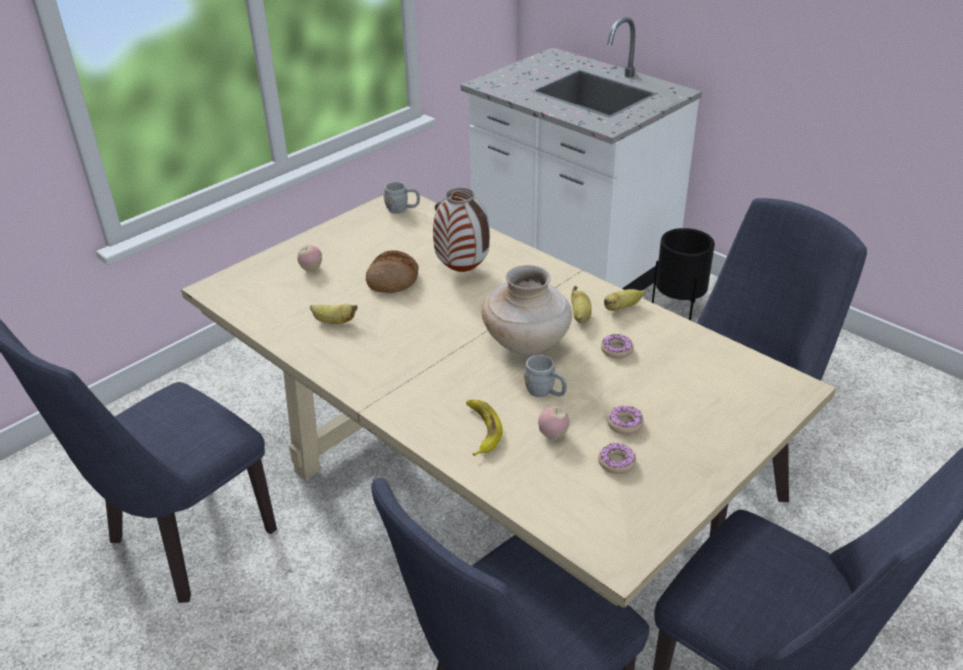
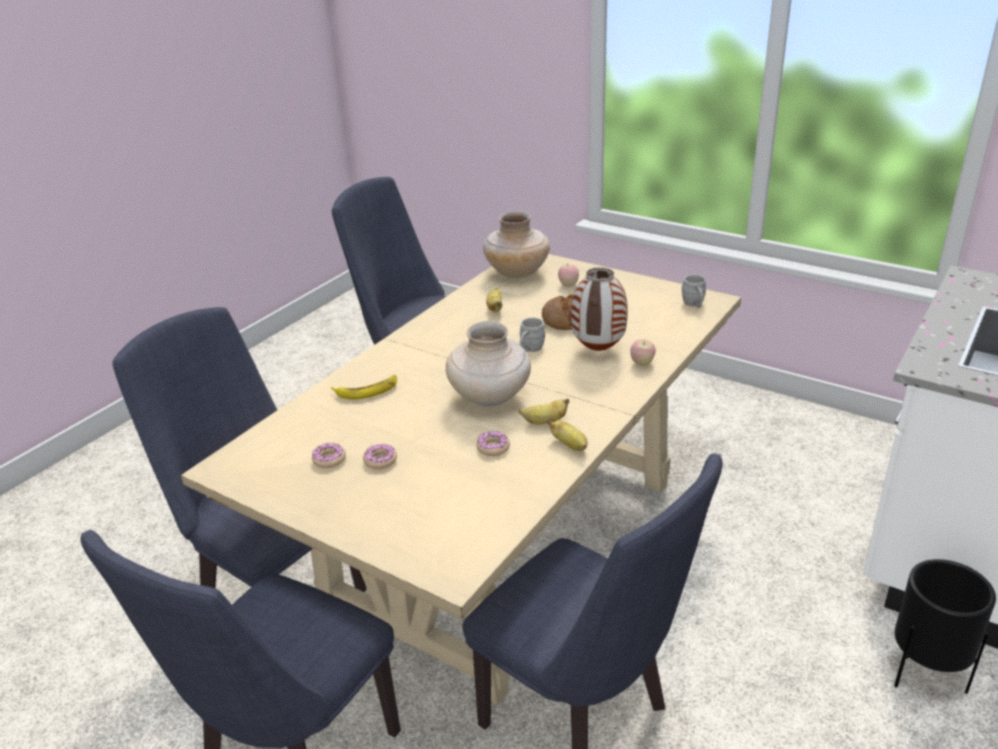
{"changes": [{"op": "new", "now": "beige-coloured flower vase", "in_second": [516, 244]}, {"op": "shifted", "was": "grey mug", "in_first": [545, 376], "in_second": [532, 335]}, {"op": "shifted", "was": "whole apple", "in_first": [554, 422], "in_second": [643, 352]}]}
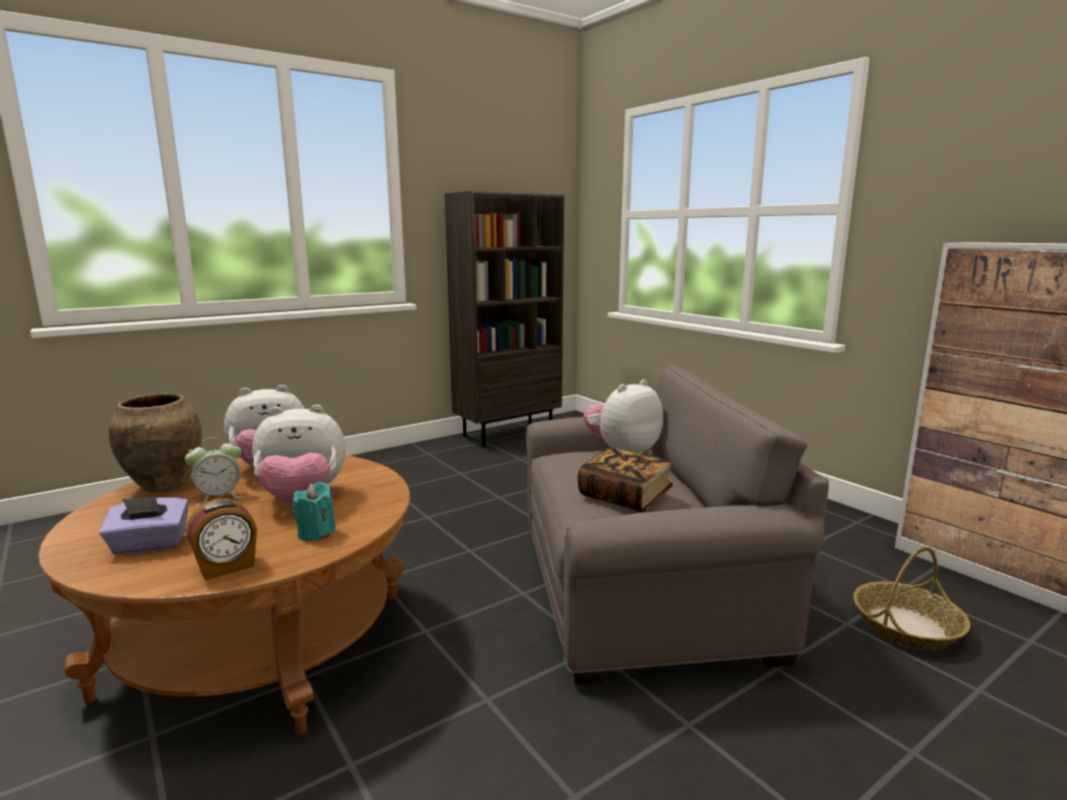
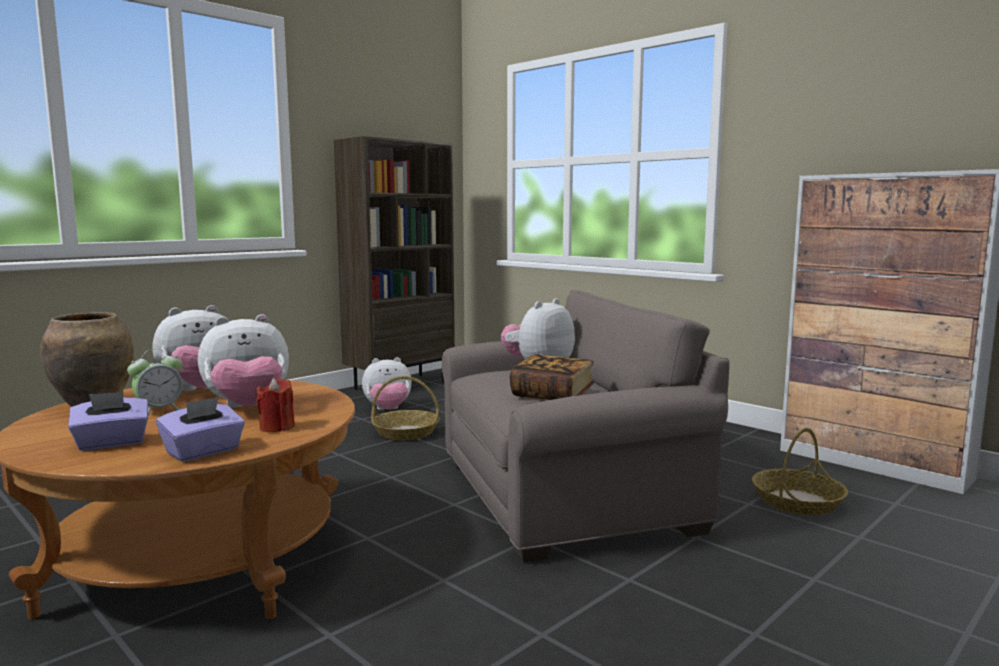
{"changes": [{"op": "swapped", "was": "bedside clock", "now": "purple-coloured tissue holder", "in_first": [221, 539], "in_second": [200, 429]}, {"op": "repainted", "was": "turquoise wax candle", "now": "red wax candle", "in_first": [313, 511], "in_second": [275, 405]}, {"op": "new", "now": "plush toy", "in_second": [387, 383]}, {"op": "new", "now": "household basket", "in_second": [405, 408]}]}
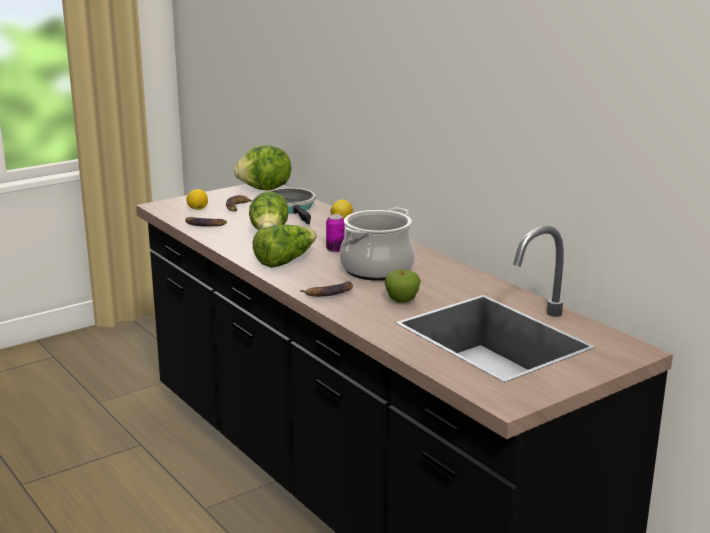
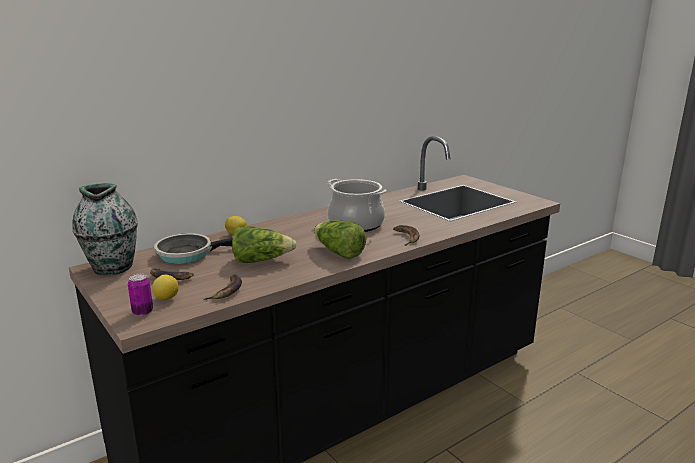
{"changes": [{"op": "swapped", "was": "lettuce head", "now": "flower vase", "in_first": [262, 168], "in_second": [105, 229]}, {"op": "shifted", "was": "metal can", "in_first": [335, 233], "in_second": [140, 295]}, {"op": "gone", "was": "whole apple", "in_first": [402, 286]}]}
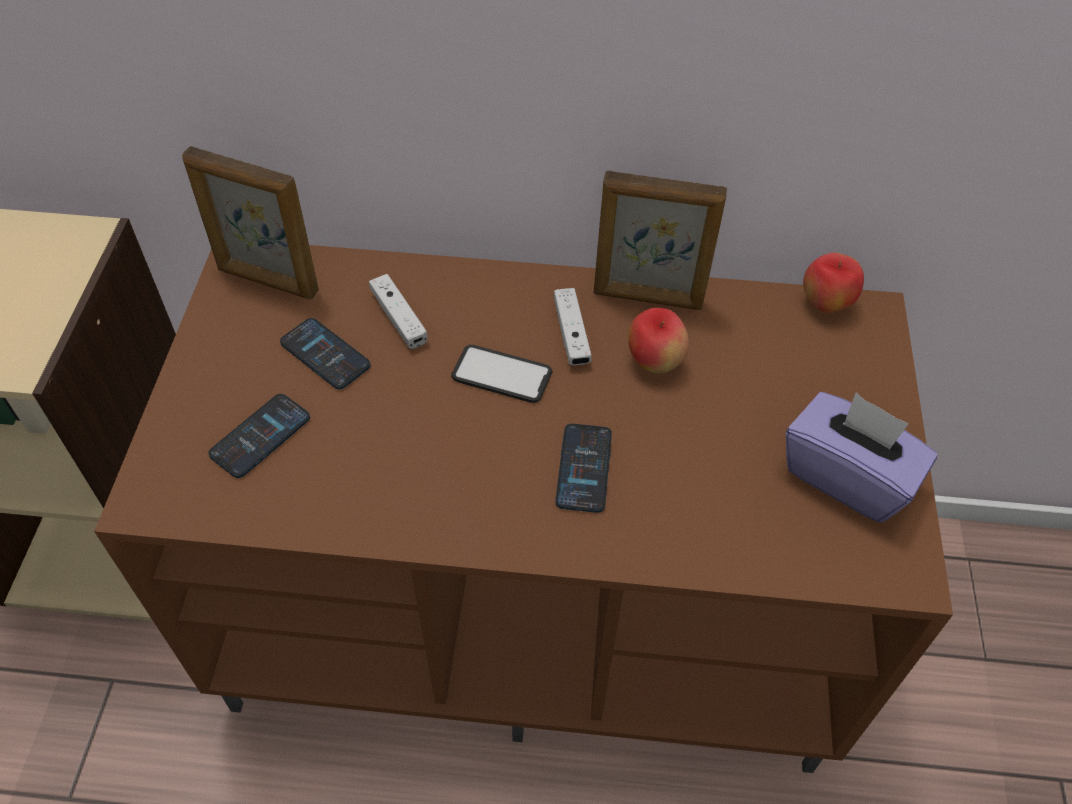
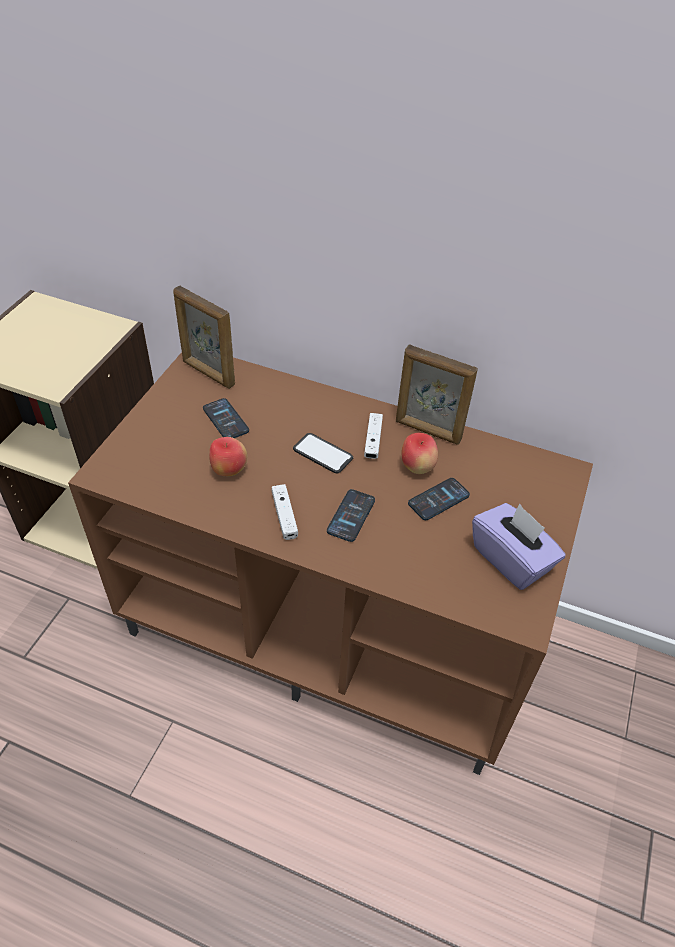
{"changes": [{"op": "shifted", "was": "whole apple", "in_first": [833, 283], "in_second": [228, 456]}, {"op": "shifted", "was": "white-coloured joypad", "in_first": [398, 311], "in_second": [285, 512]}, {"op": "shifted", "was": "handset", "in_first": [259, 436], "in_second": [439, 499]}]}
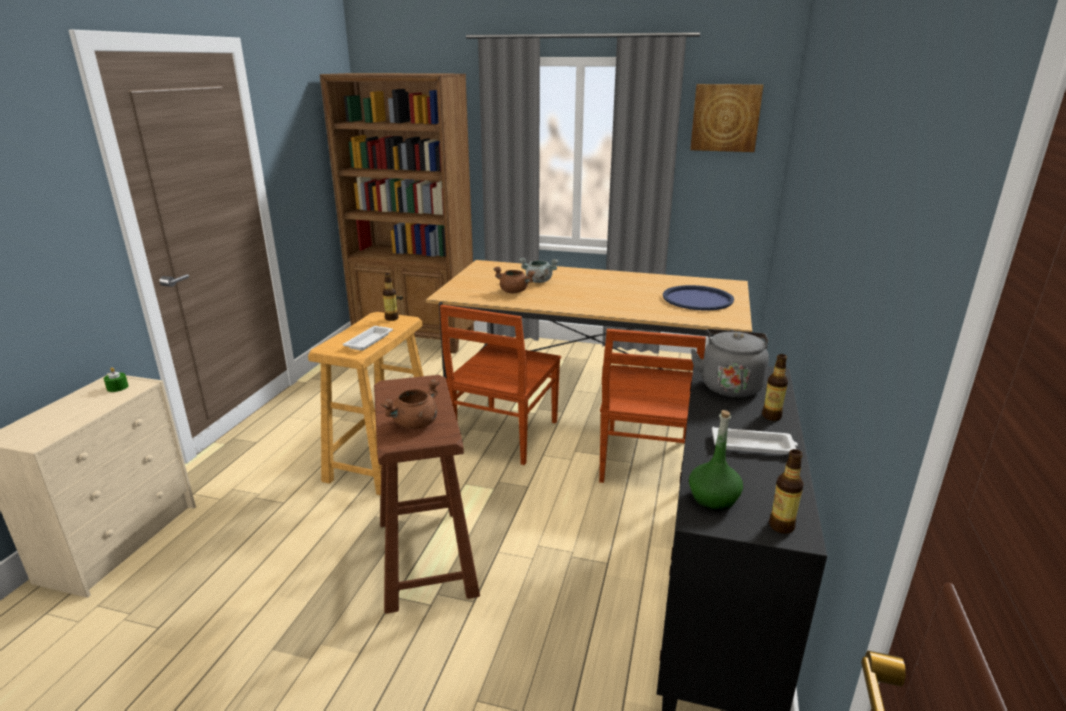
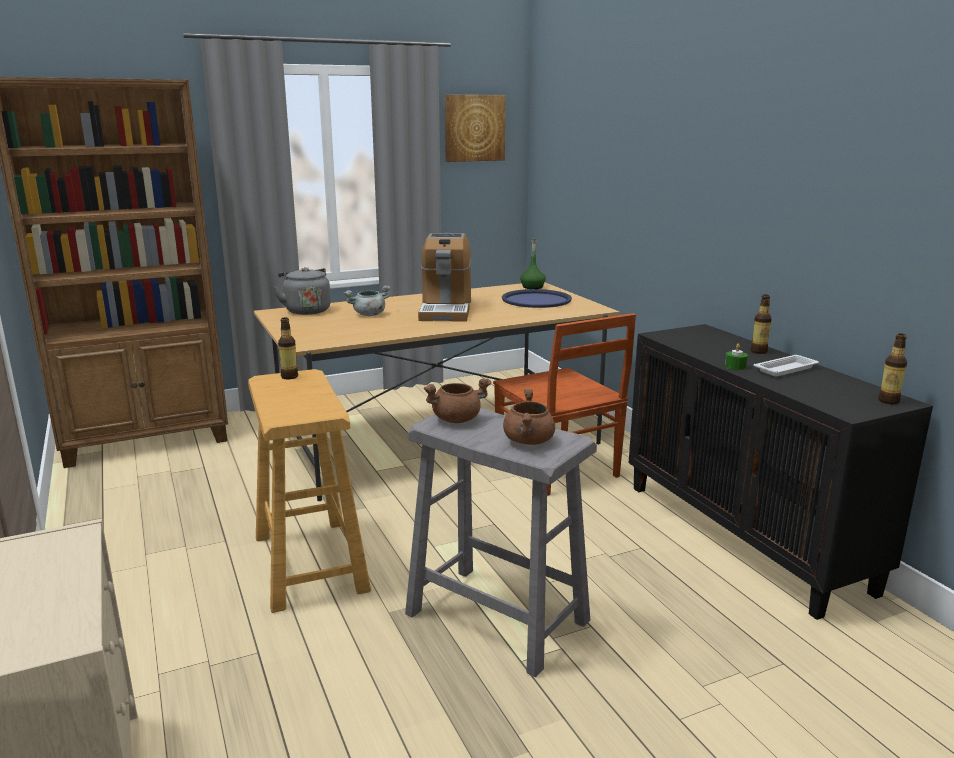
{"changes": [{"op": "shifted", "was": "grey kettle", "in_first": [729, 363], "in_second": [302, 291]}, {"op": "repainted", "was": "brown stool seat", "now": "grey stool seat", "in_first": [427, 494], "in_second": [501, 542]}, {"op": "new", "now": "coffee machine", "in_second": [444, 277]}, {"op": "shifted", "was": "brown cooking pot", "in_first": [514, 280], "in_second": [458, 400]}, {"op": "shifted", "was": "greenish drink bottle", "in_first": [716, 460], "in_second": [533, 263]}, {"op": "shifted", "was": "greenish wax candle", "in_first": [116, 379], "in_second": [736, 357]}, {"op": "gone", "was": "white-coloured tray", "in_first": [368, 338]}, {"op": "gone", "was": "brown plain chair", "in_first": [500, 385]}]}
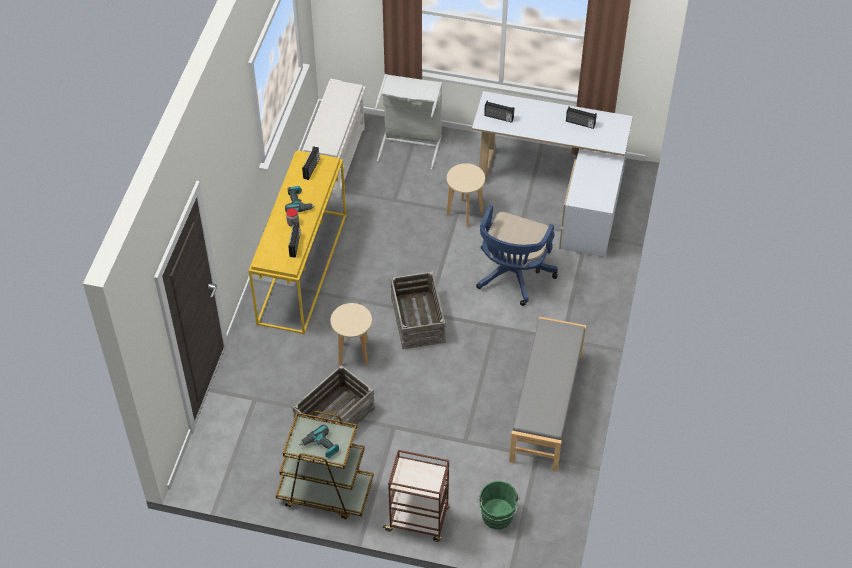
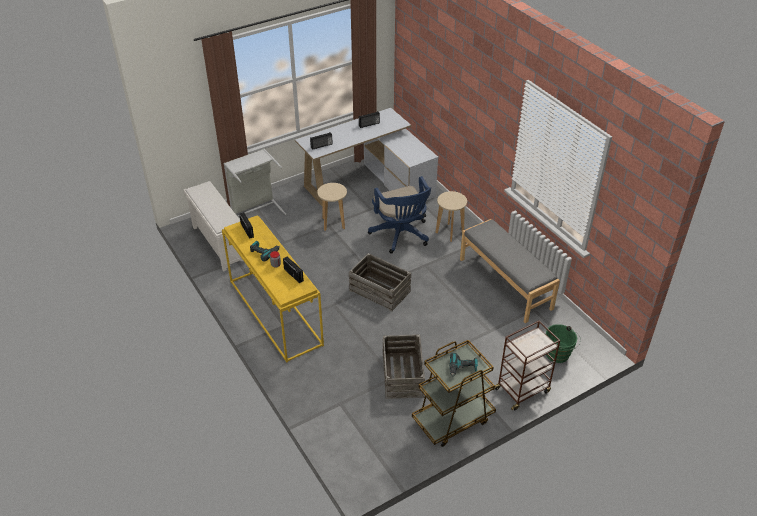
{"changes": [{"op": "shifted", "was": "beige-coloured stool seat", "in_first": [351, 334], "in_second": [451, 216]}]}
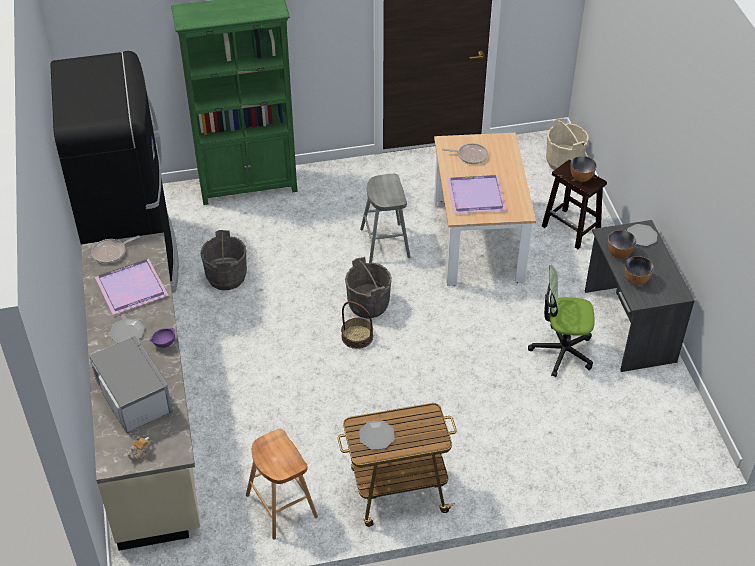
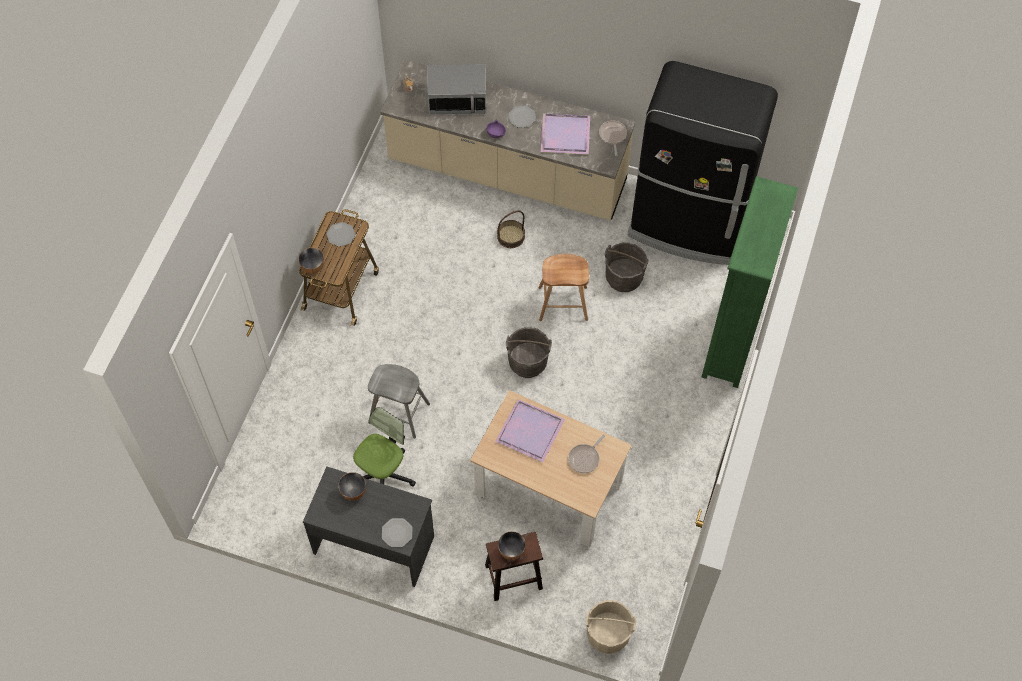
{"changes": [{"op": "shifted", "was": "deep dish", "in_first": [622, 244], "in_second": [311, 261]}, {"op": "shifted", "was": "grey stool seat", "in_first": [385, 218], "in_second": [399, 401]}, {"op": "shifted", "was": "household basket", "in_first": [357, 325], "in_second": [511, 229]}, {"op": "shifted", "was": "brown stool seat", "in_first": [282, 484], "in_second": [563, 287]}]}
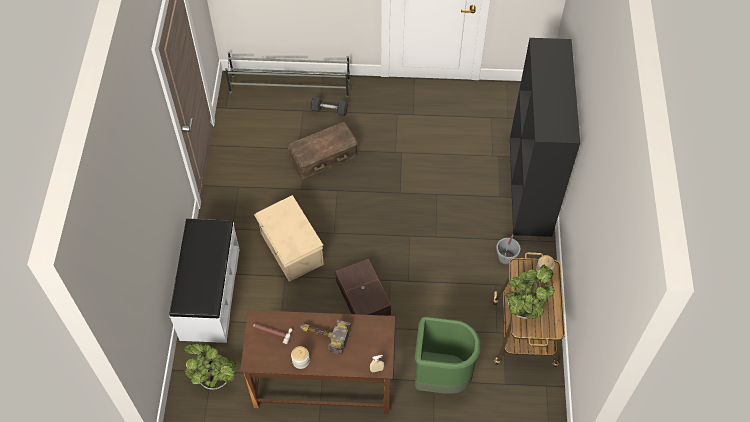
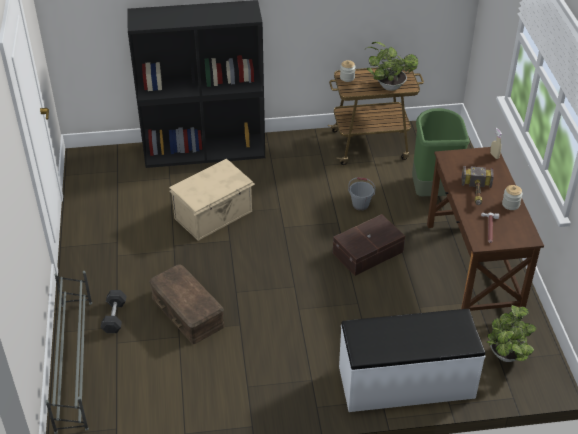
{"changes": [{"op": "shifted", "was": "beige-coloured storage bin", "in_first": [289, 238], "in_second": [212, 200]}, {"op": "shifted", "was": "grey water bucket", "in_first": [508, 249], "in_second": [361, 194]}]}
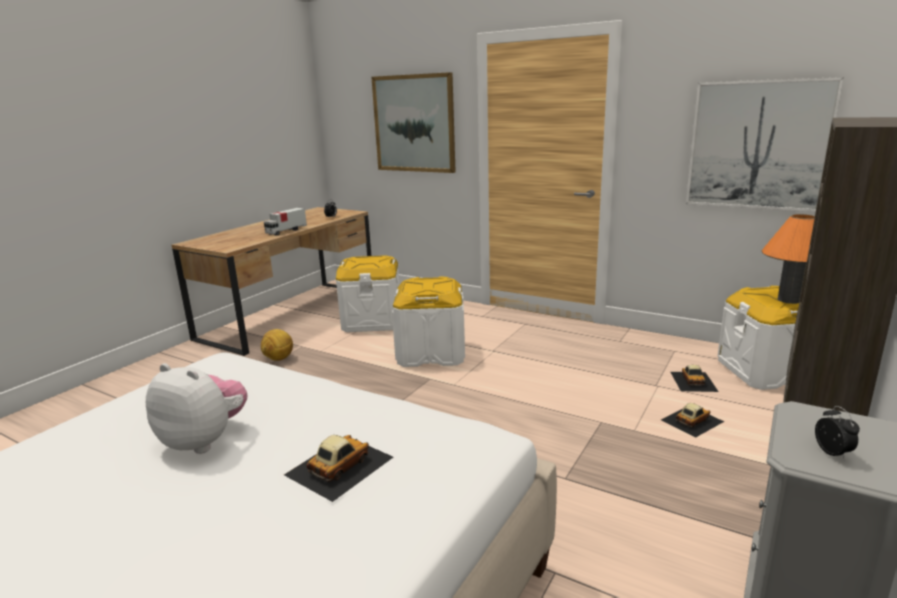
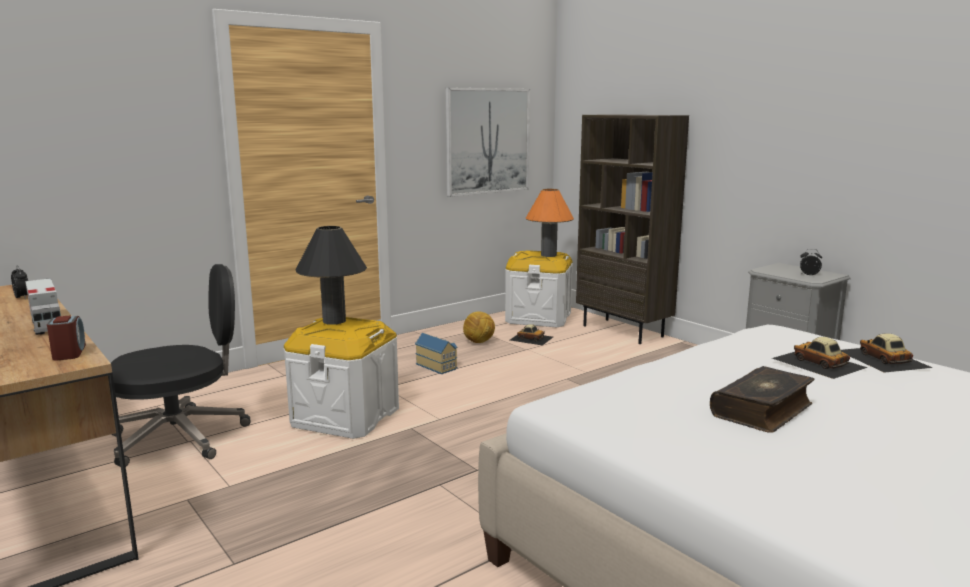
{"changes": [{"op": "new", "now": "bedside clock", "in_second": [66, 338]}, {"op": "swapped", "was": "white-coloured storage bin", "now": "blackish desk chair", "in_first": [367, 293], "in_second": [180, 365]}, {"op": "new", "now": "blackish lamp for a table", "in_second": [331, 275]}, {"op": "new", "now": "miniature house", "in_second": [436, 353]}, {"op": "shifted", "was": "football ball", "in_first": [277, 345], "in_second": [479, 327]}, {"op": "swapped", "was": "plush toy", "now": "volume", "in_first": [196, 408], "in_second": [762, 399]}, {"op": "shifted", "was": "miniature car", "in_first": [692, 420], "in_second": [887, 353]}, {"op": "gone", "was": "wall art", "in_first": [413, 122]}]}
